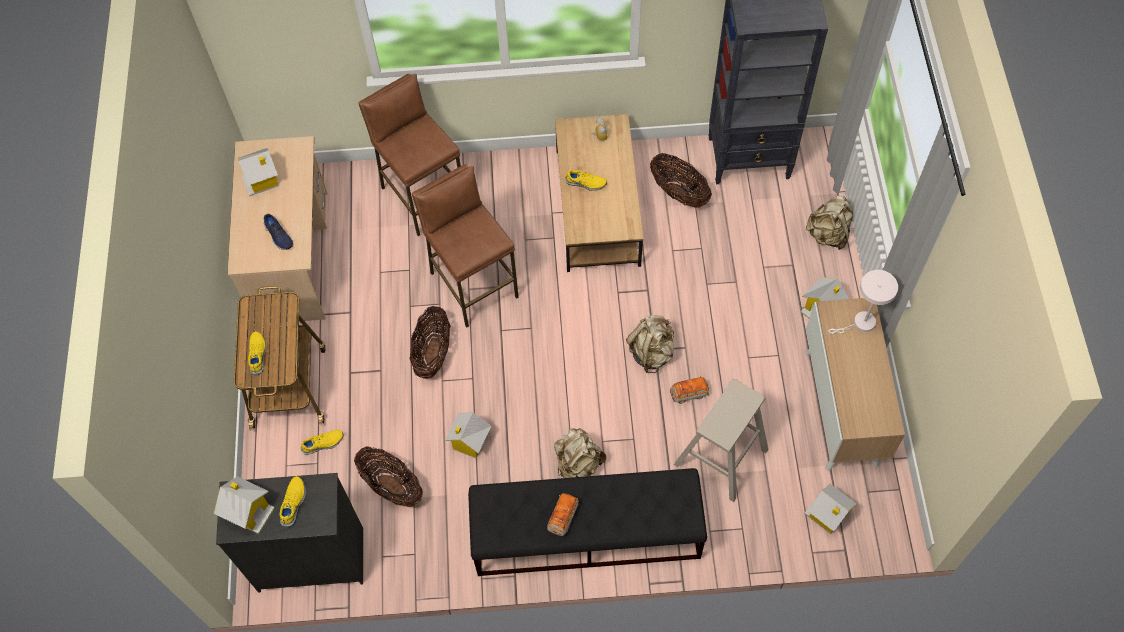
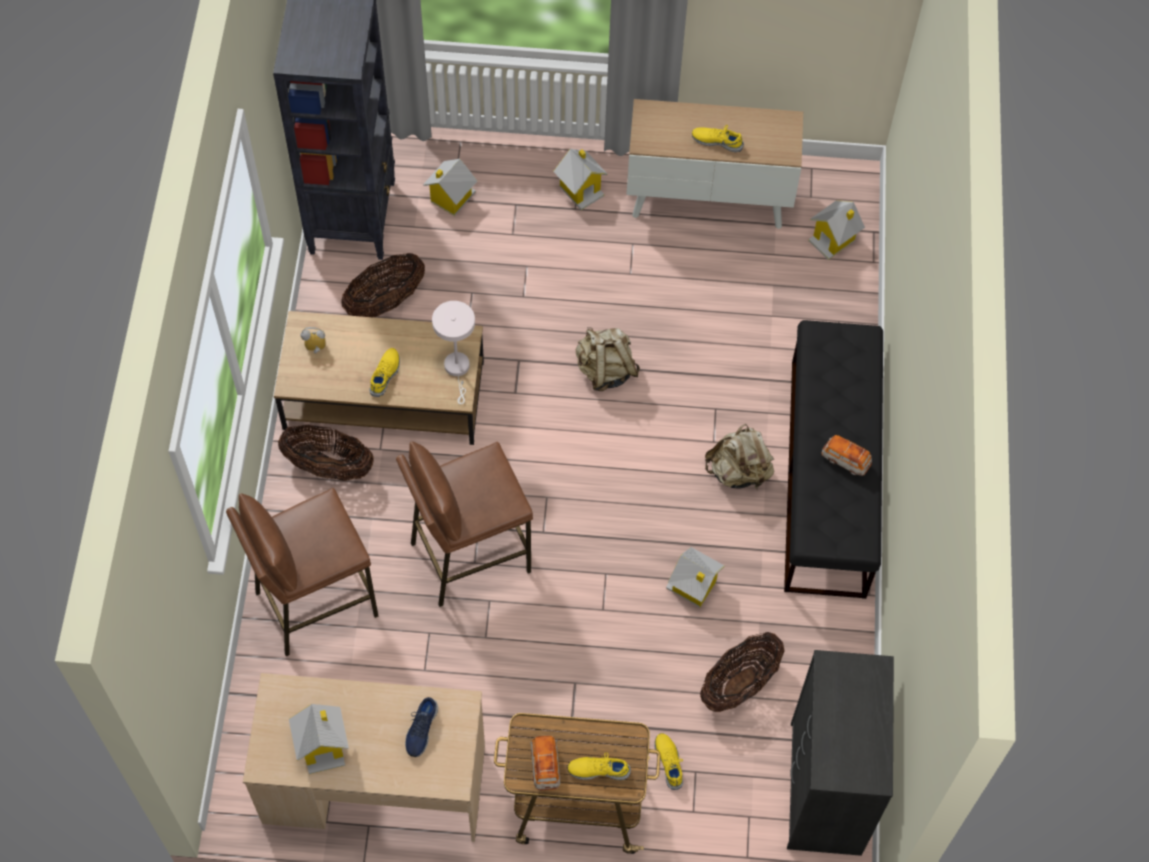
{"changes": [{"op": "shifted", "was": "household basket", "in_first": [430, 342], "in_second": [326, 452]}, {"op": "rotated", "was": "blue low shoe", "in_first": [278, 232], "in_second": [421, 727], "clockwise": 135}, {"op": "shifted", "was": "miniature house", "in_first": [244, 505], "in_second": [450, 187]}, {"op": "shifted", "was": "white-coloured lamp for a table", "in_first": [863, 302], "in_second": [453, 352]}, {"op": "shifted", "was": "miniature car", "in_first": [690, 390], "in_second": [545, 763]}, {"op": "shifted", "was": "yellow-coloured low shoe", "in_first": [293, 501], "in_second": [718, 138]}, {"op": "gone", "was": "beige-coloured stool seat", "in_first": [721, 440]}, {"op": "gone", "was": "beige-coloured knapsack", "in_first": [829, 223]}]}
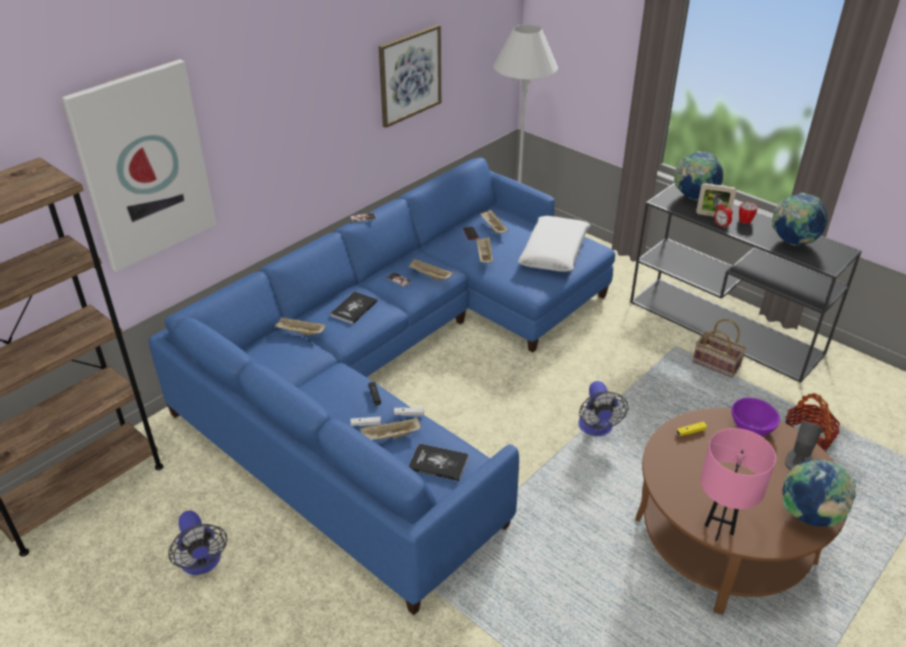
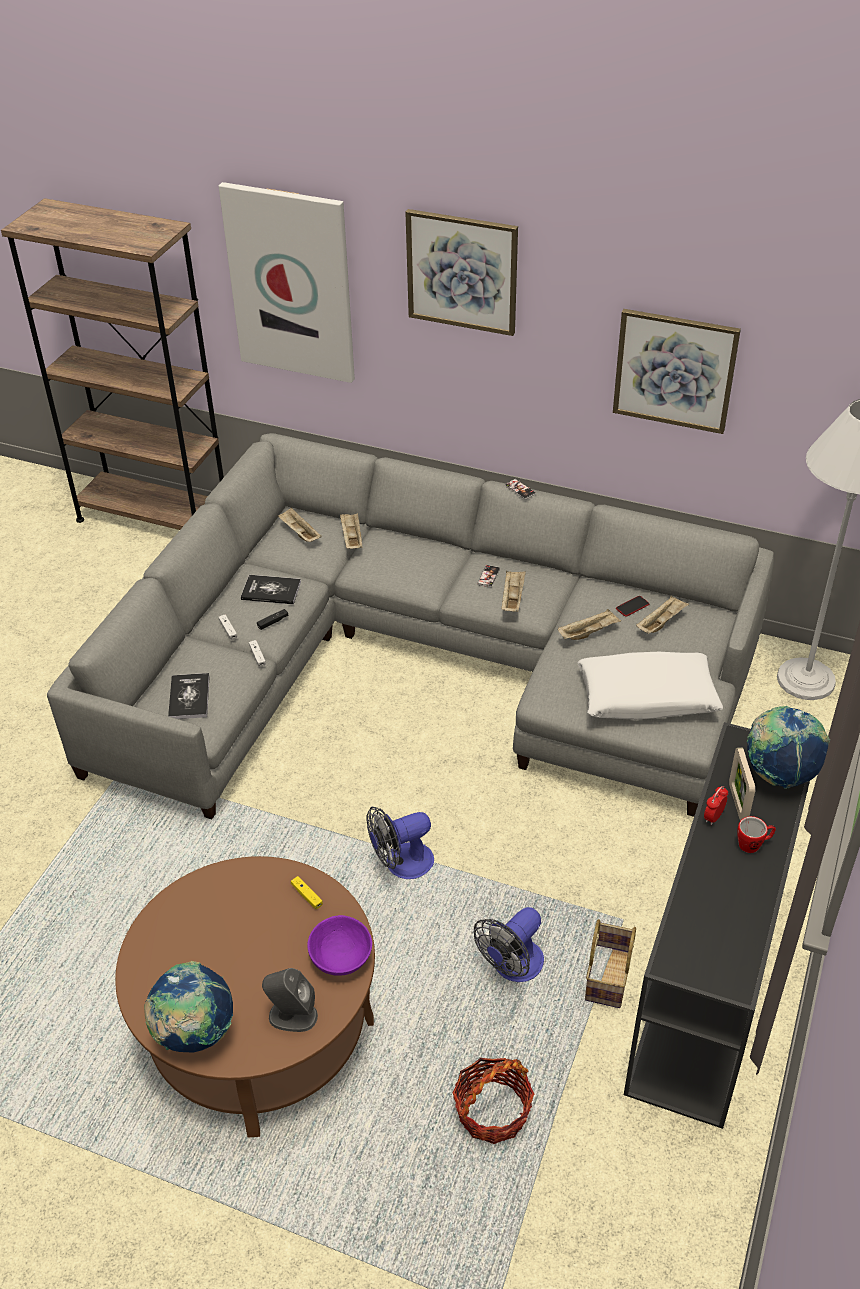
{"changes": [{"op": "repainted", "was": "blue couch", "now": "grey couch", "in_first": [381, 386], "in_second": [410, 626]}, {"op": "shifted", "was": "volume", "in_first": [354, 307], "in_second": [271, 589]}, {"op": "shifted", "was": "beige-coloured tray", "in_first": [390, 429], "in_second": [300, 525]}, {"op": "new", "now": "wall art", "in_second": [461, 272]}, {"op": "shifted", "was": "electric fan", "in_first": [197, 543], "in_second": [509, 944]}, {"op": "gone", "was": "pink lamp for a table", "in_first": [738, 484]}, {"op": "gone", "was": "world globe", "in_first": [799, 219]}]}
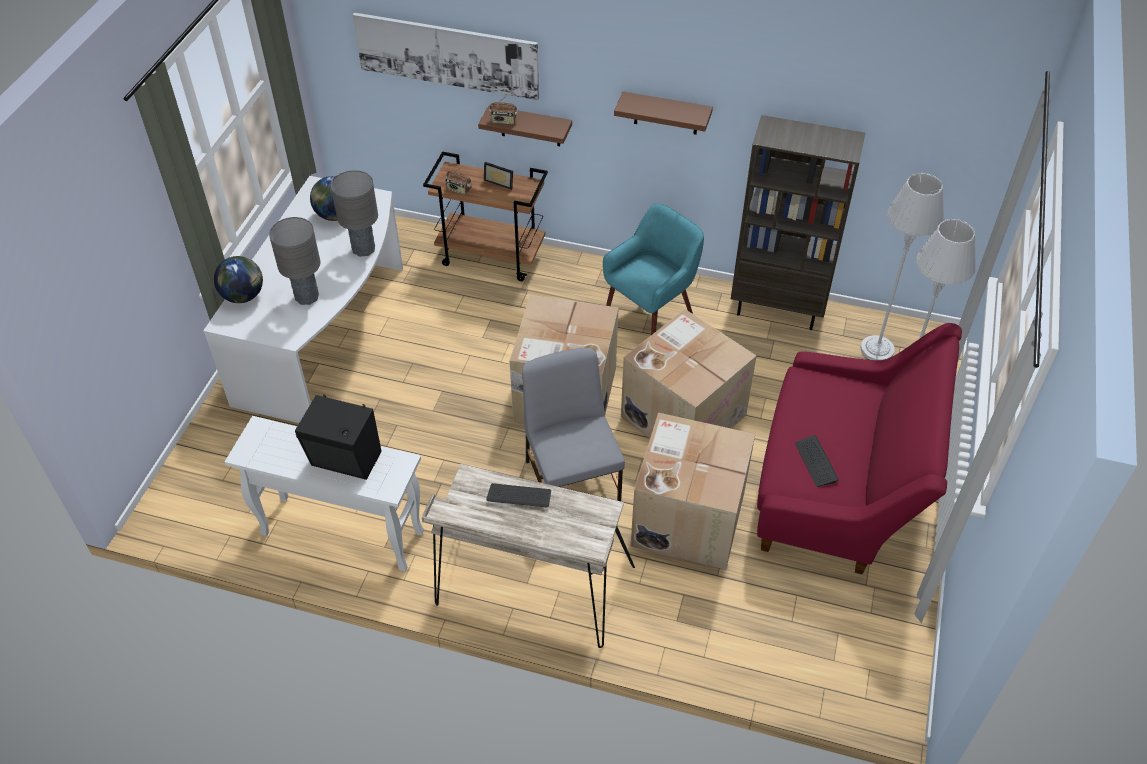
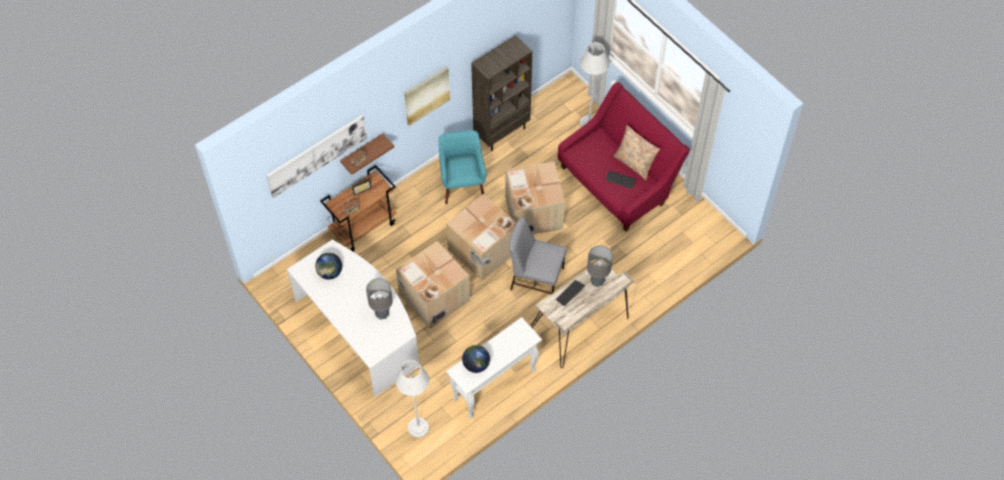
{"changes": [{"op": "shifted", "was": "grey floor lamp", "in_first": [902, 266], "in_second": [412, 399]}, {"op": "shifted", "was": "packing box", "in_first": [692, 491], "in_second": [433, 285]}, {"op": "swapped", "was": "brown shelf", "now": "wall art", "in_first": [663, 113], "in_second": [427, 96]}, {"op": "shifted", "was": "world globe", "in_first": [238, 279], "in_second": [476, 359]}, {"op": "shifted", "was": "grey lamp for a table", "in_first": [354, 213], "in_second": [600, 266]}, {"op": "new", "now": "beige-coloured throw pillow", "in_second": [637, 152]}, {"op": "gone", "was": "blackish audio speaker", "in_first": [338, 437]}]}
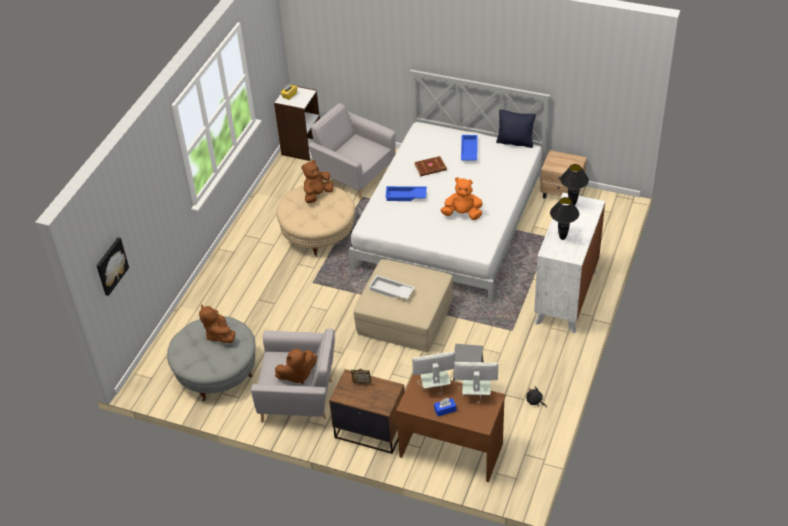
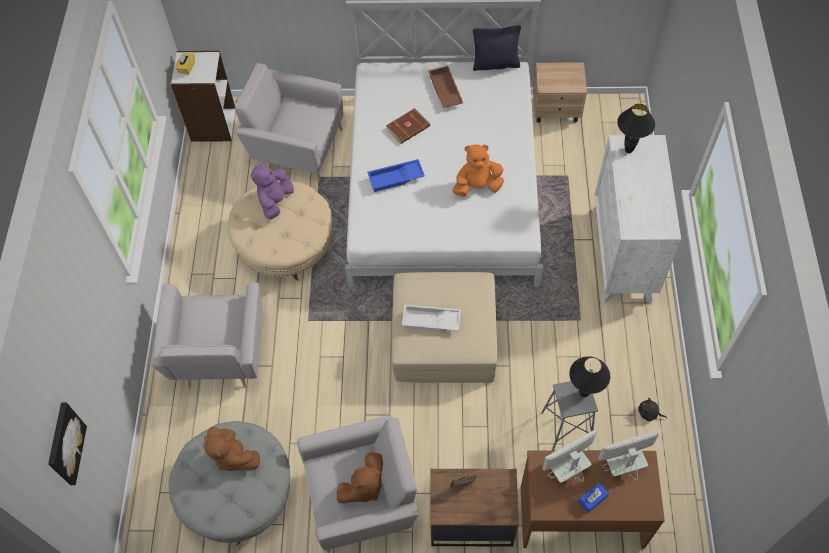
{"changes": [{"op": "new", "now": "grey lounge chair", "in_second": [207, 335]}, {"op": "repainted", "was": "brown plush toy", "now": "purple-coloured plush toy", "in_first": [317, 182], "in_second": [272, 190]}, {"op": "repainted", "was": "blue tray", "now": "brown tray", "in_first": [469, 148], "in_second": [446, 87]}, {"op": "shifted", "was": "blackish lamp for a table", "in_first": [564, 218], "in_second": [589, 376]}]}
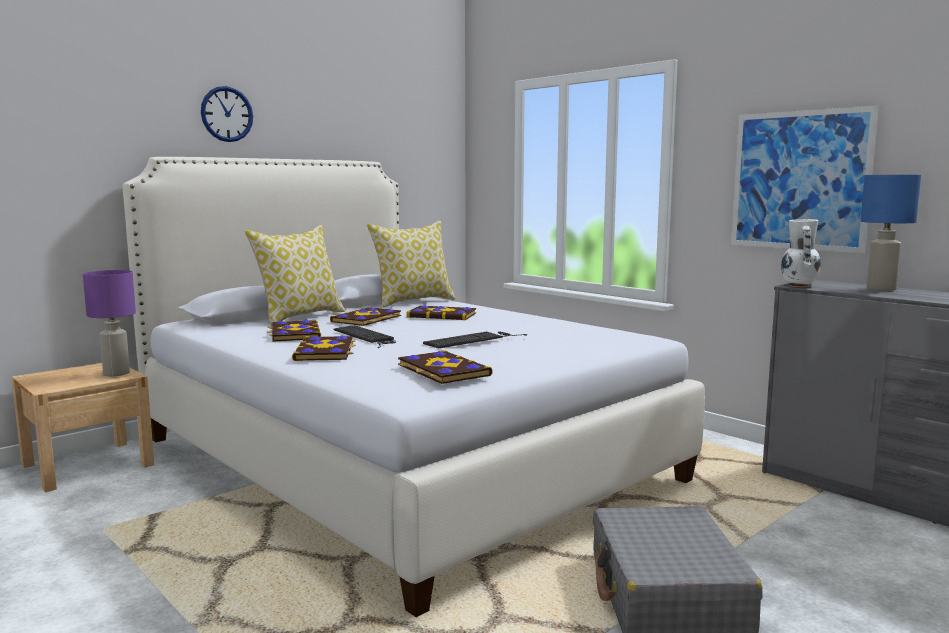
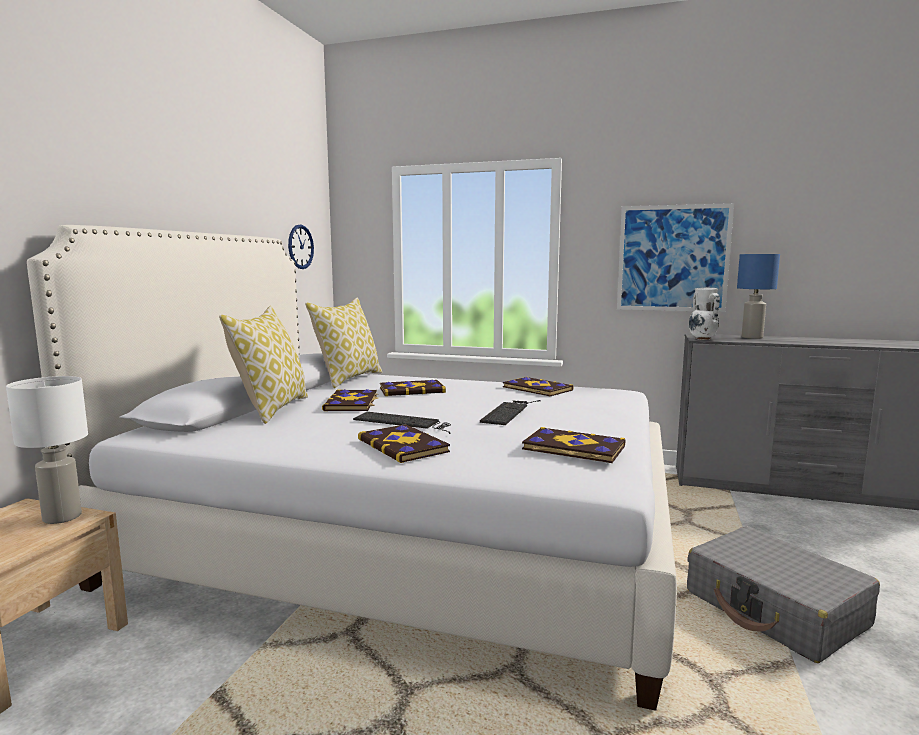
{"changes": [{"op": "repainted", "was": "purple-coloured lamp for a table", "now": "white-coloured lamp for a table", "in_first": [109, 323], "in_second": [47, 450]}, {"op": "shifted", "was": "hanging clock", "in_first": [227, 114], "in_second": [301, 247]}, {"op": "shifted", "was": "volume", "in_first": [294, 331], "in_second": [538, 386]}]}
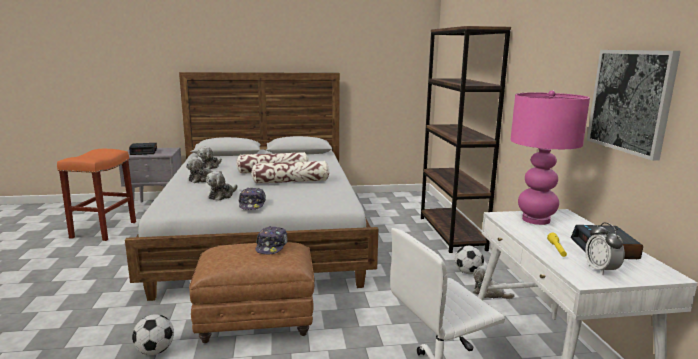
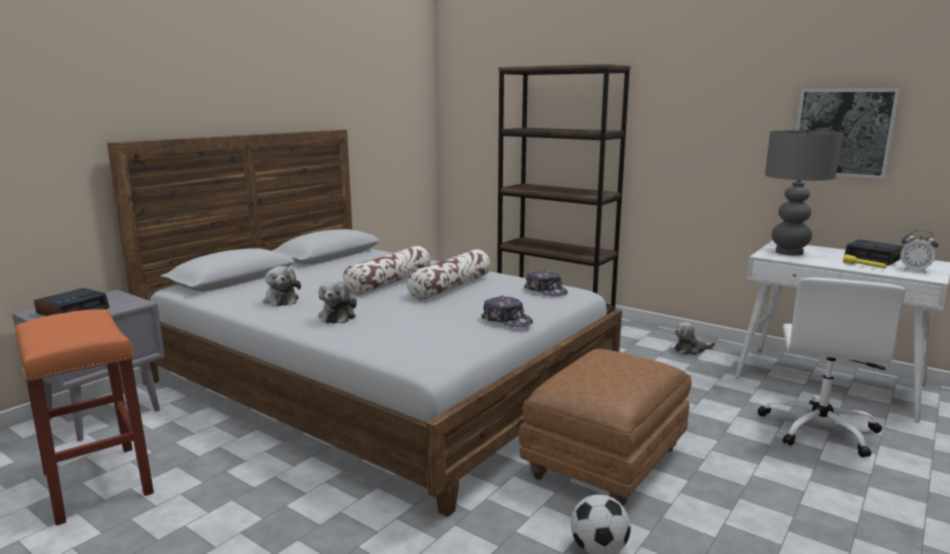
{"changes": [{"op": "shifted", "was": "baseball cap", "in_first": [271, 240], "in_second": [546, 282]}, {"op": "repainted", "was": "pink lamp for a table", "now": "grey lamp for a table", "in_first": [550, 157], "in_second": [803, 191]}, {"op": "gone", "was": "plush toy", "in_first": [222, 186]}, {"op": "gone", "was": "football ball", "in_first": [469, 260]}]}
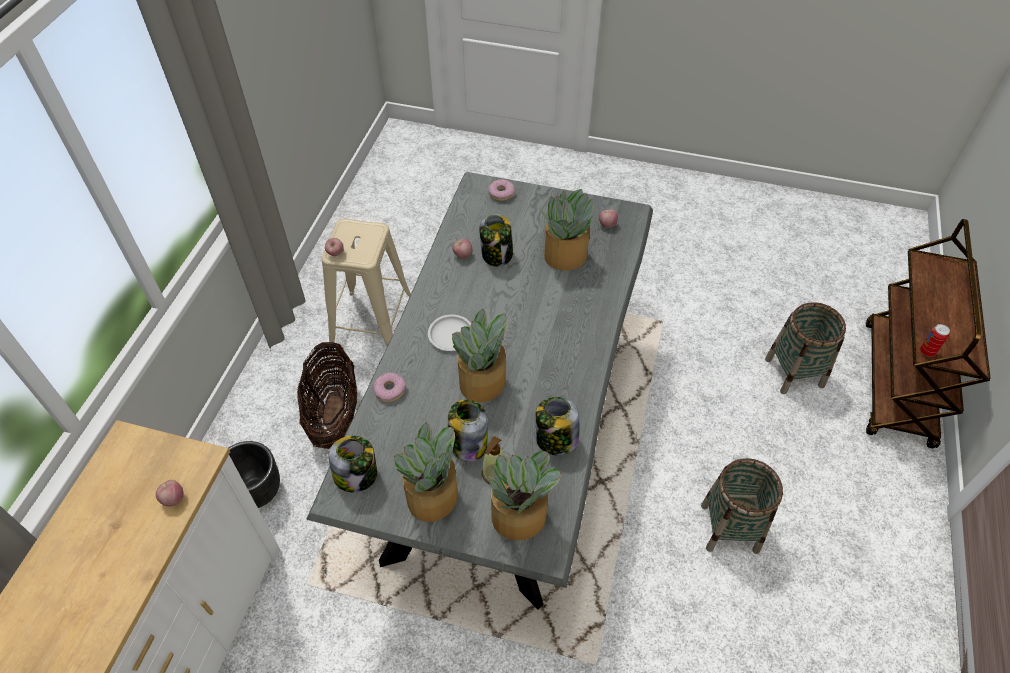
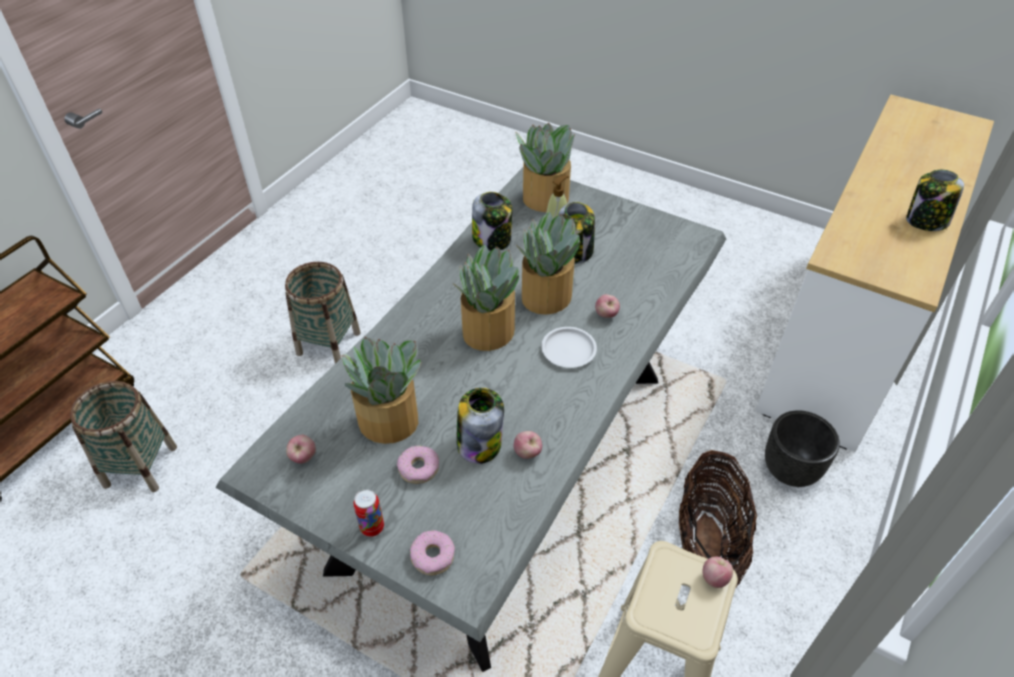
{"changes": [{"op": "shifted", "was": "metal can", "in_first": [935, 340], "in_second": [369, 513]}, {"op": "shifted", "was": "doughnut", "in_first": [389, 387], "in_second": [418, 465]}, {"op": "shifted", "was": "plant in a pot", "in_first": [426, 472], "in_second": [486, 298]}, {"op": "shifted", "was": "whole apple", "in_first": [169, 493], "in_second": [607, 306]}, {"op": "shifted", "was": "preserve jar", "in_first": [353, 464], "in_second": [935, 200]}]}
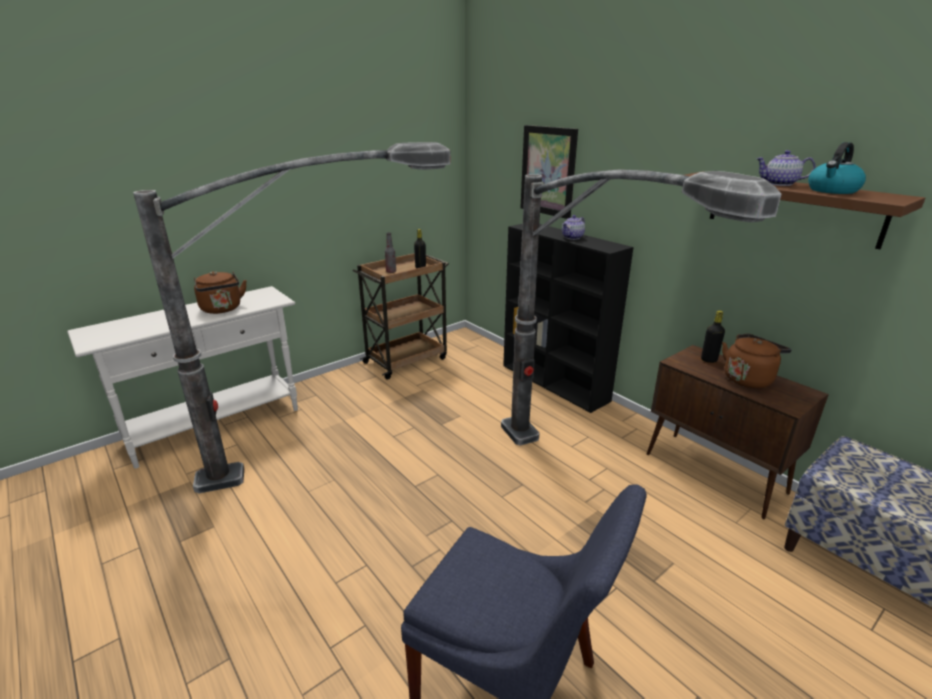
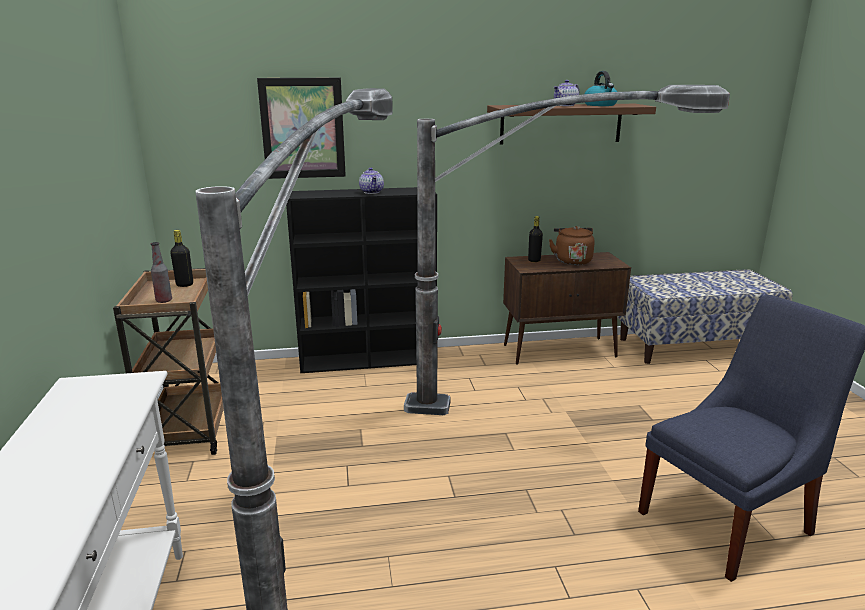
{"changes": [{"op": "gone", "was": "brown kettle", "in_first": [220, 292]}]}
